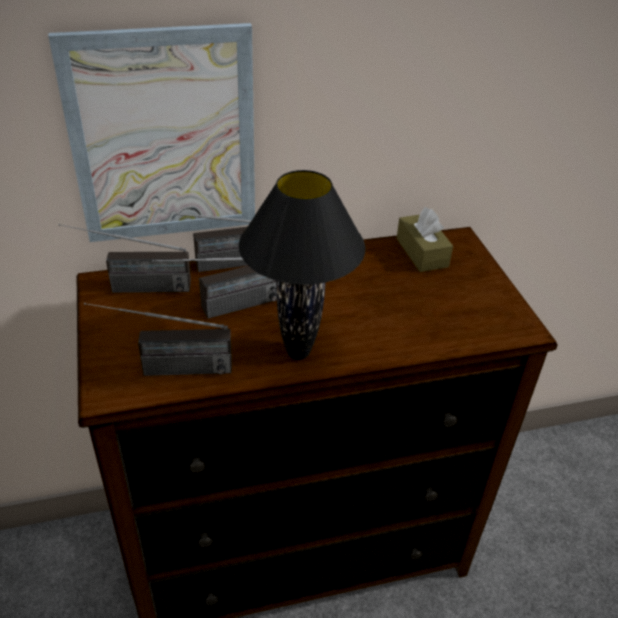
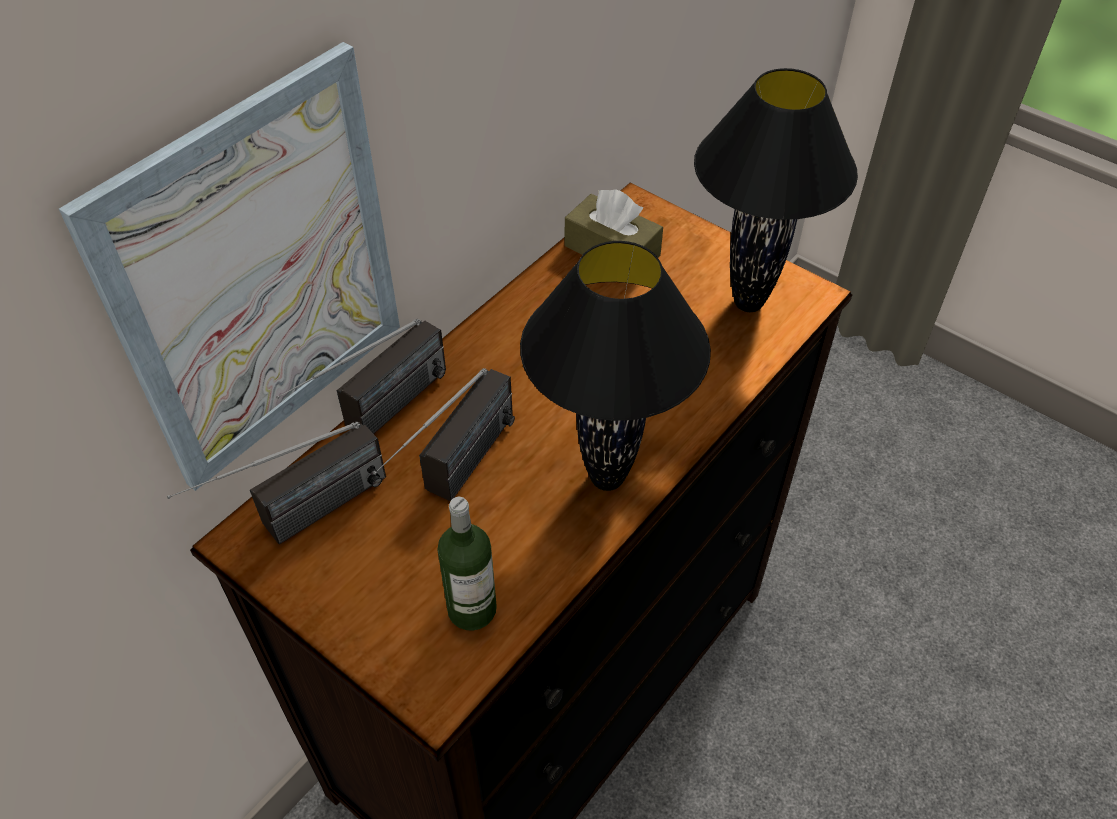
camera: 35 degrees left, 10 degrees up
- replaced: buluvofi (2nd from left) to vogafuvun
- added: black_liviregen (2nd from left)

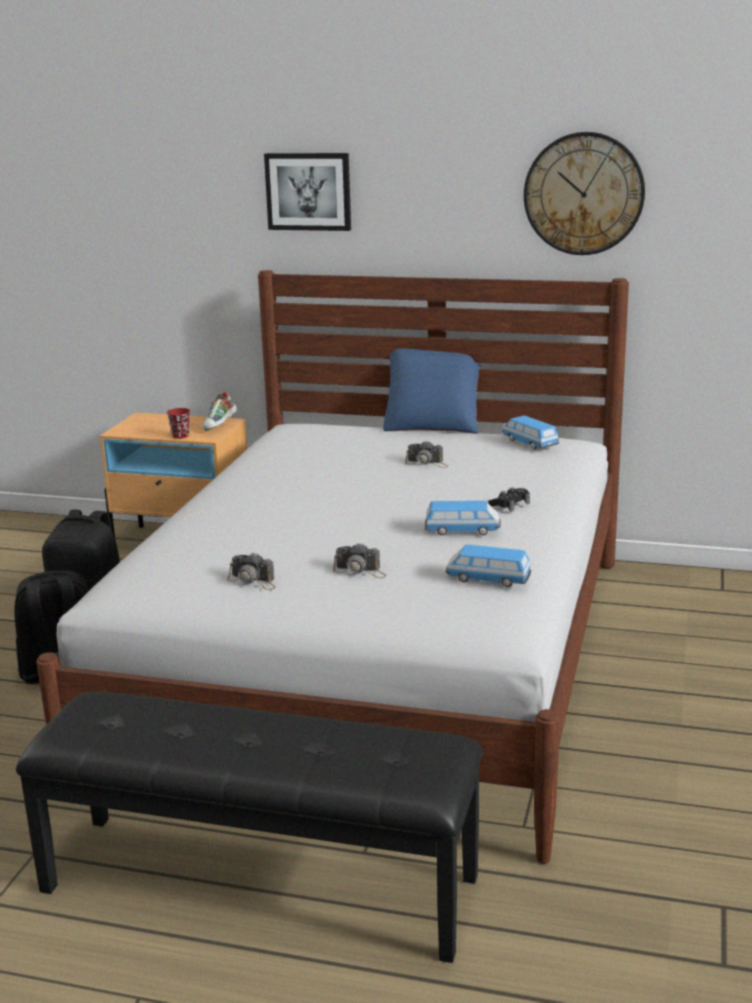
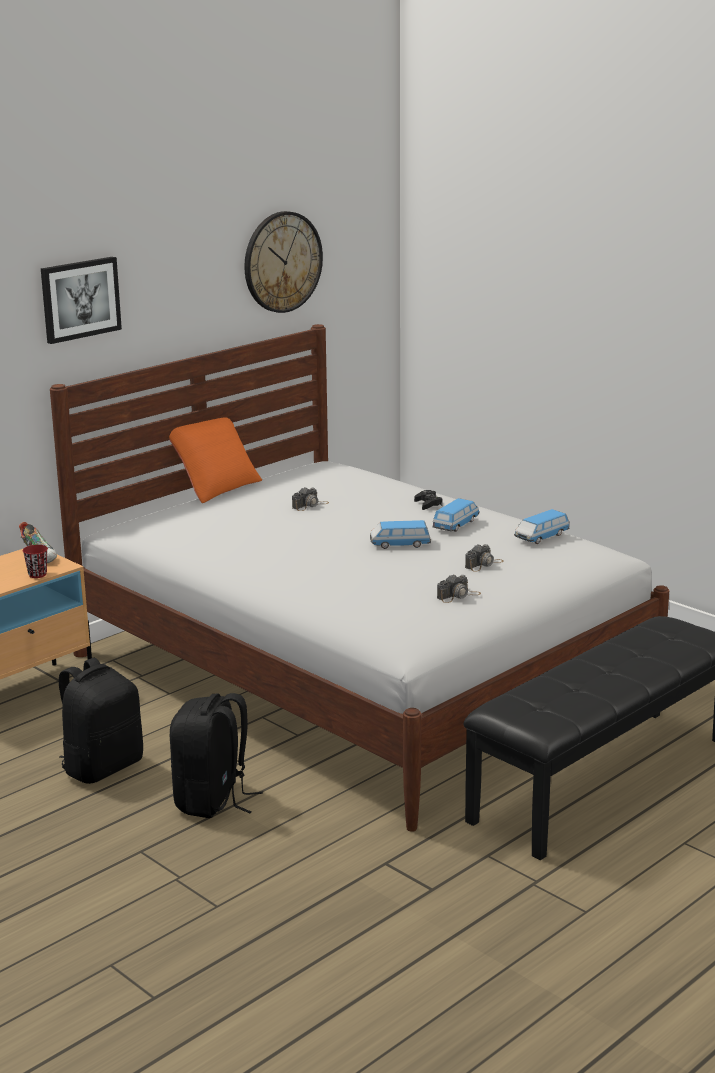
camera: 60 degrees left, 0 degrees up
- recoloured: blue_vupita to orange_vupita
- moved: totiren (3rd from left in the first image) to totiren (1st from left)

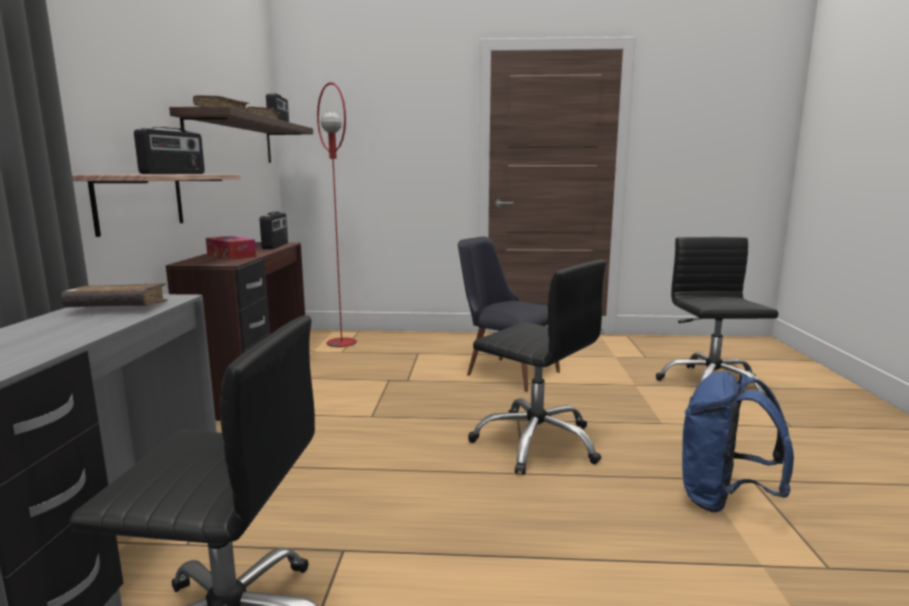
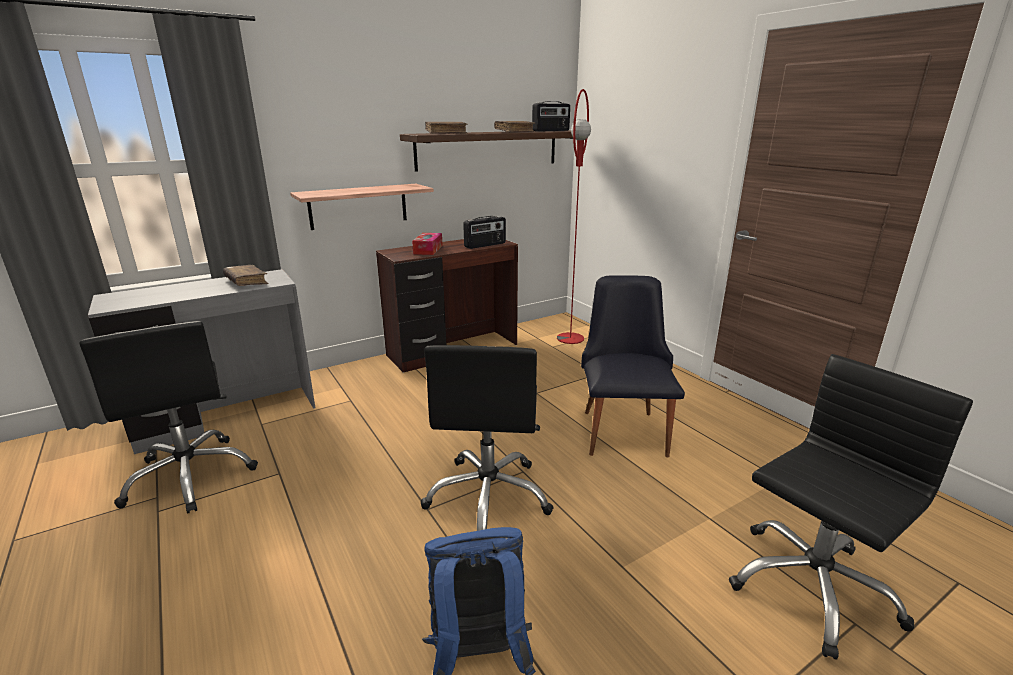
camera: 55 degrees right, 10 degrees up
- removed: buluvofi (1st from left)

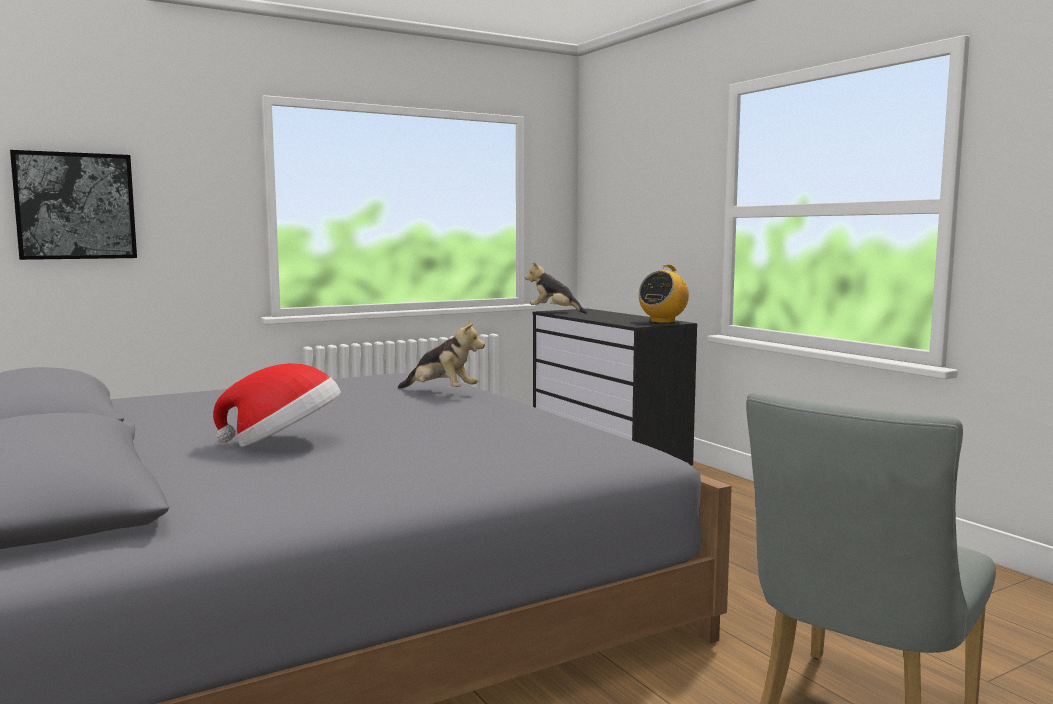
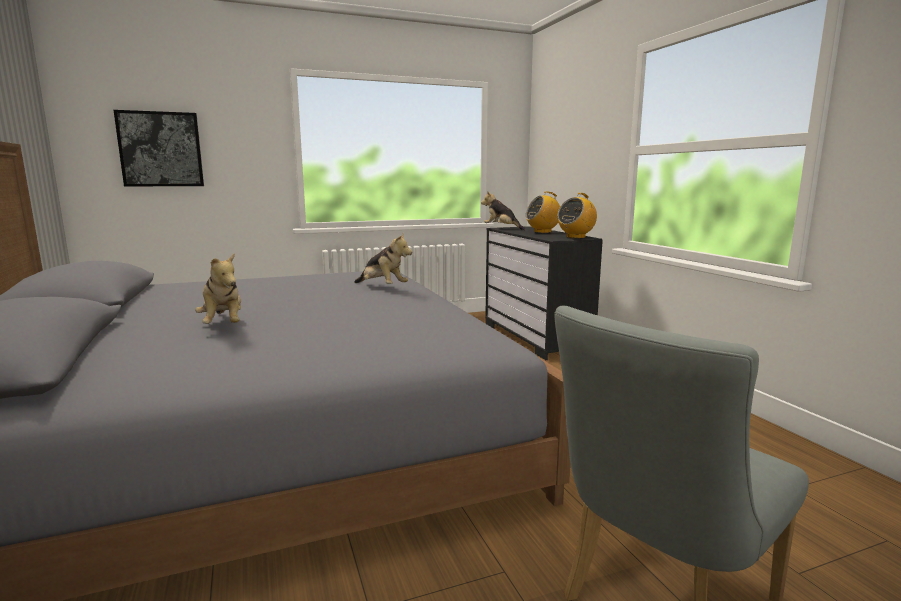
camera: 10 degrees right, 5 degrees up
- replaced: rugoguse to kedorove (1st from left)
- added: buluvofi (1st from left)

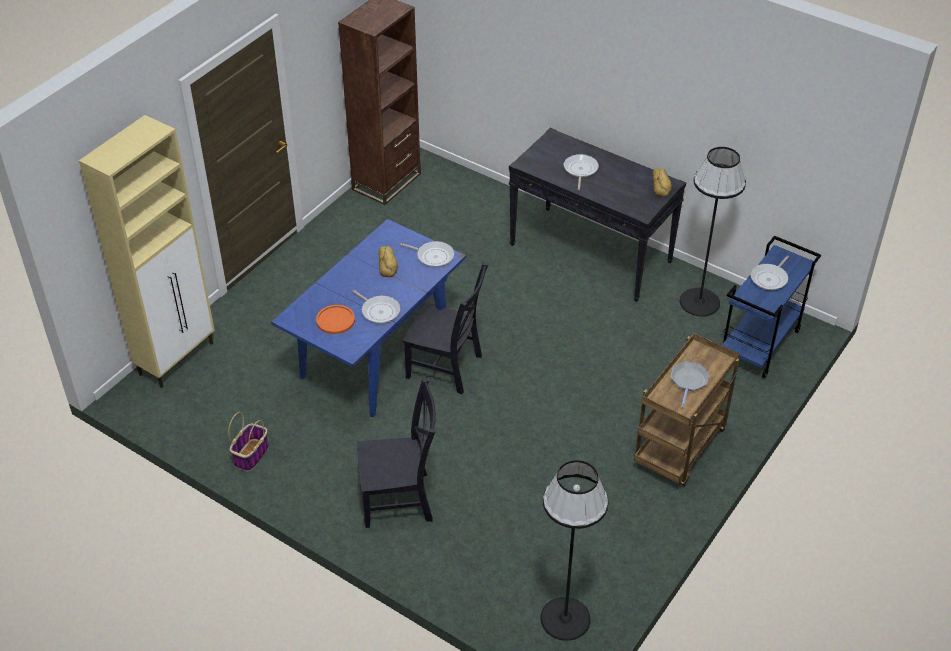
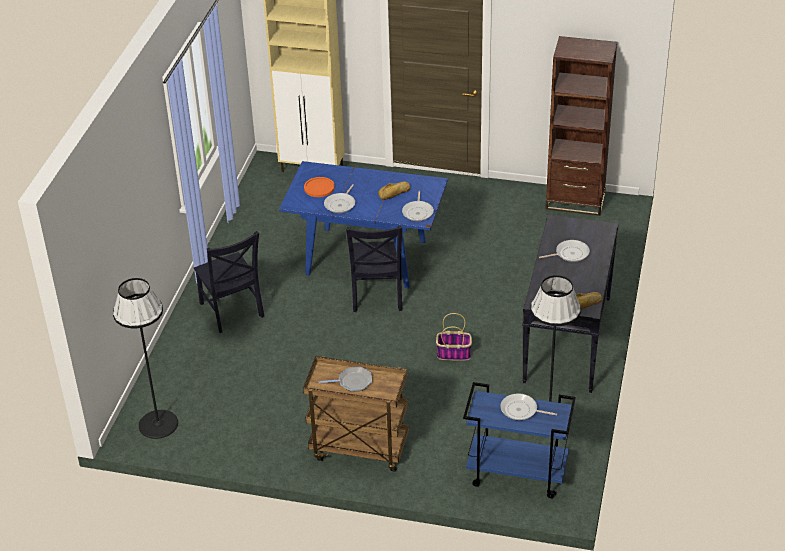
camera: 70 degrees right, 5 degrees down
- moved: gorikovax

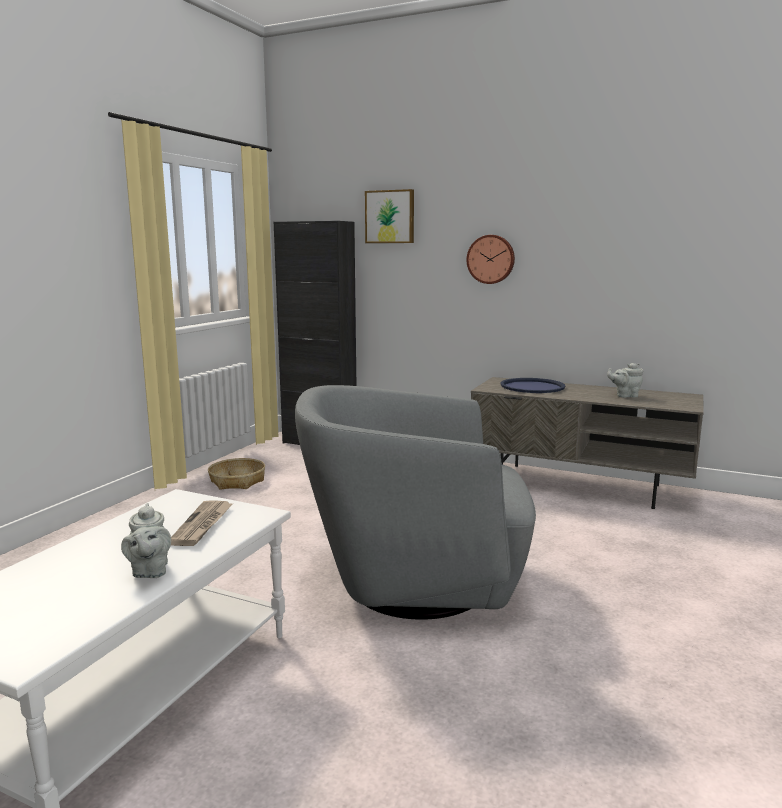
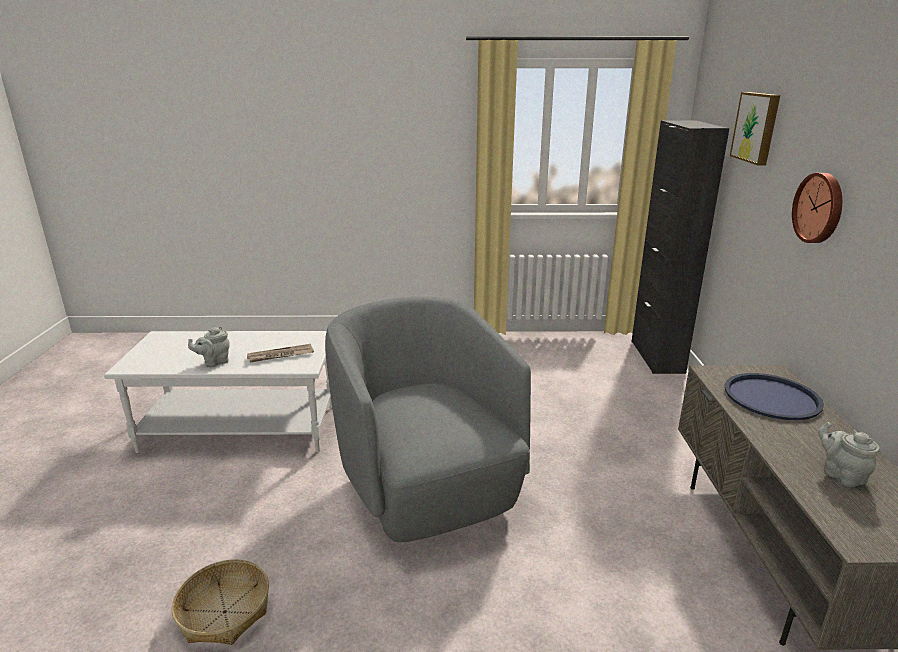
camera: 65 degrees right, 10 degrees up
- moved: gorikovax

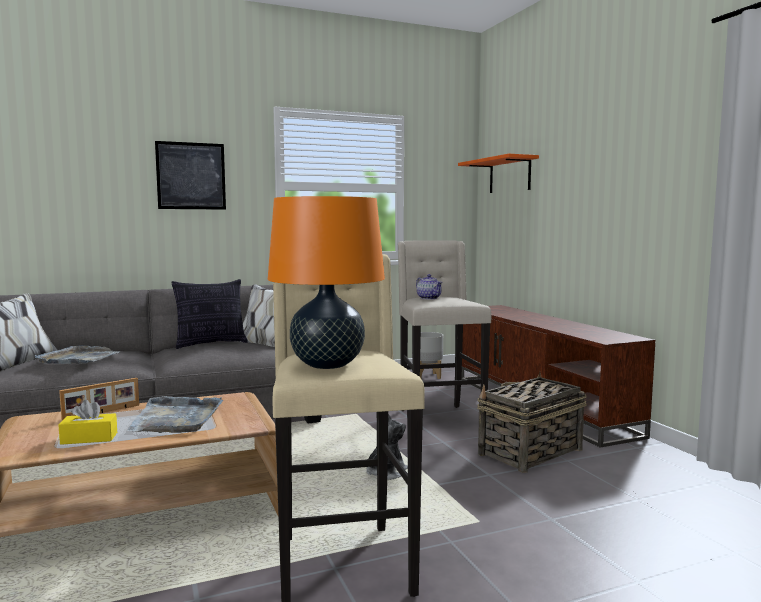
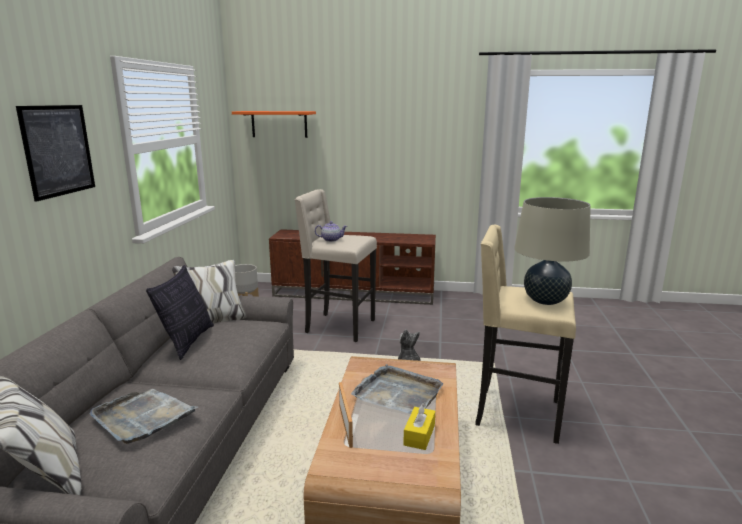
camera: 60 degrees left, 10 degrees up
- recoloured: orange_liviregen to beige_liviregen
- removed: gorikovax

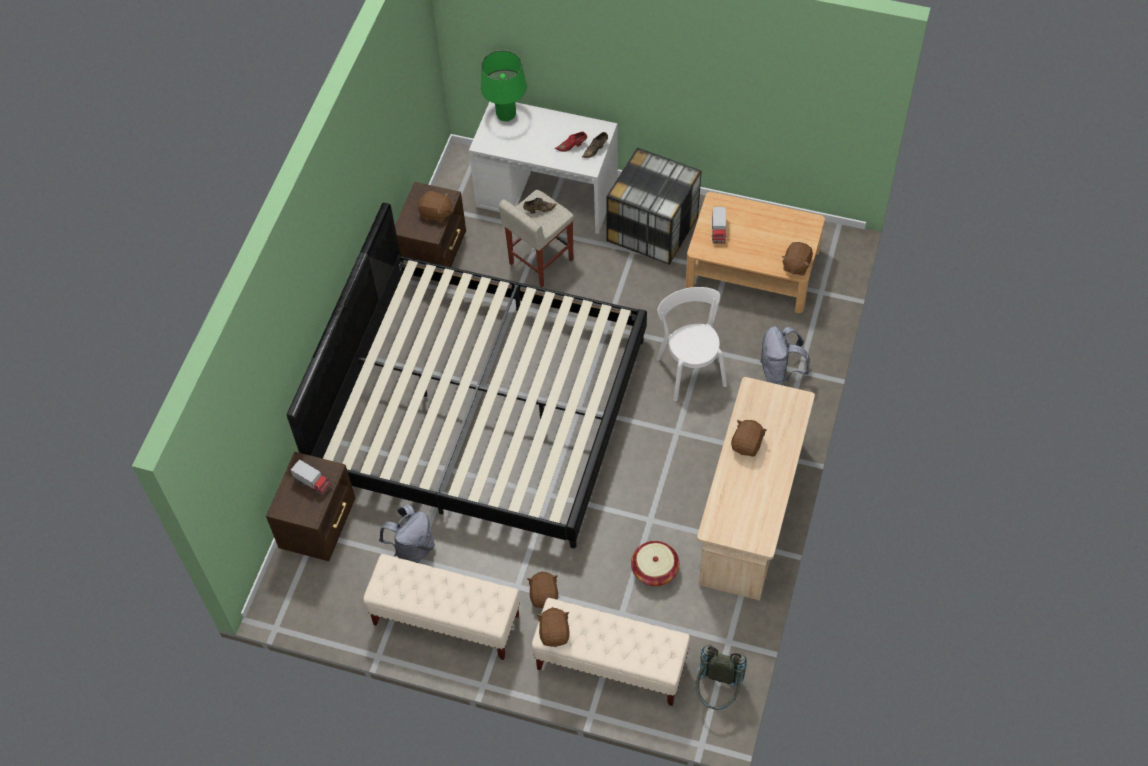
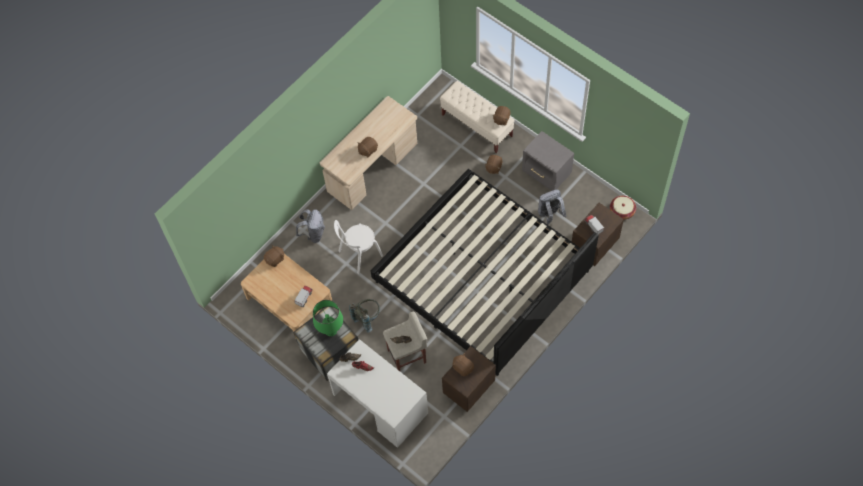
camera: 155 degrees left, 5 degrees up
- replaced: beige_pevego (1st from left) to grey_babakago
- moved: green_liviregen
- moved: gorikovax
- turned: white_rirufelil 45 degrees clockwise
- moved: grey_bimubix (2nd from left)

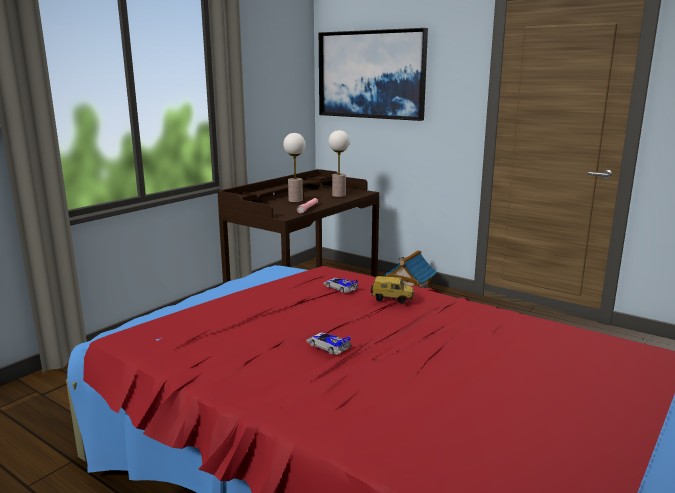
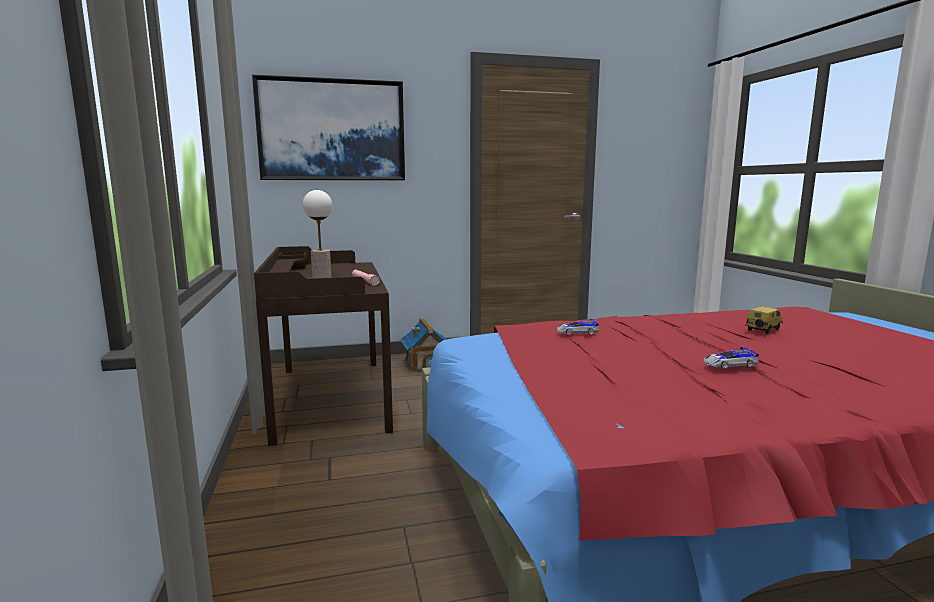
camera: 50 degrees left, 5 degrees down
- removed: liviregen (2nd from left)
- moved: totiren (3rd from left)

